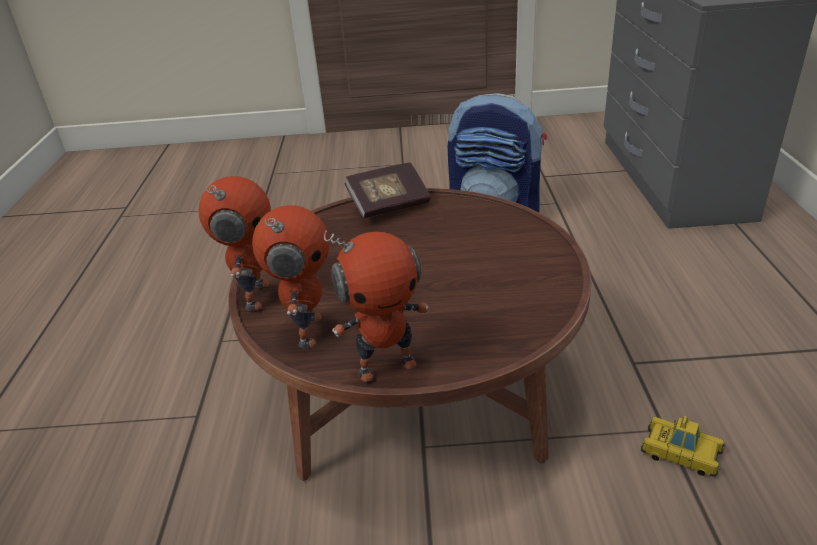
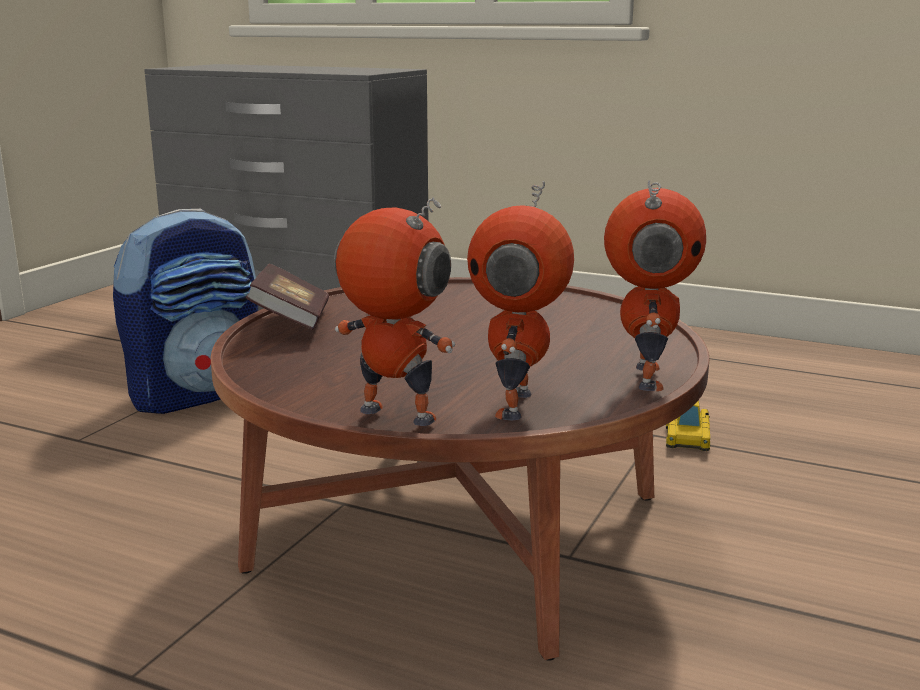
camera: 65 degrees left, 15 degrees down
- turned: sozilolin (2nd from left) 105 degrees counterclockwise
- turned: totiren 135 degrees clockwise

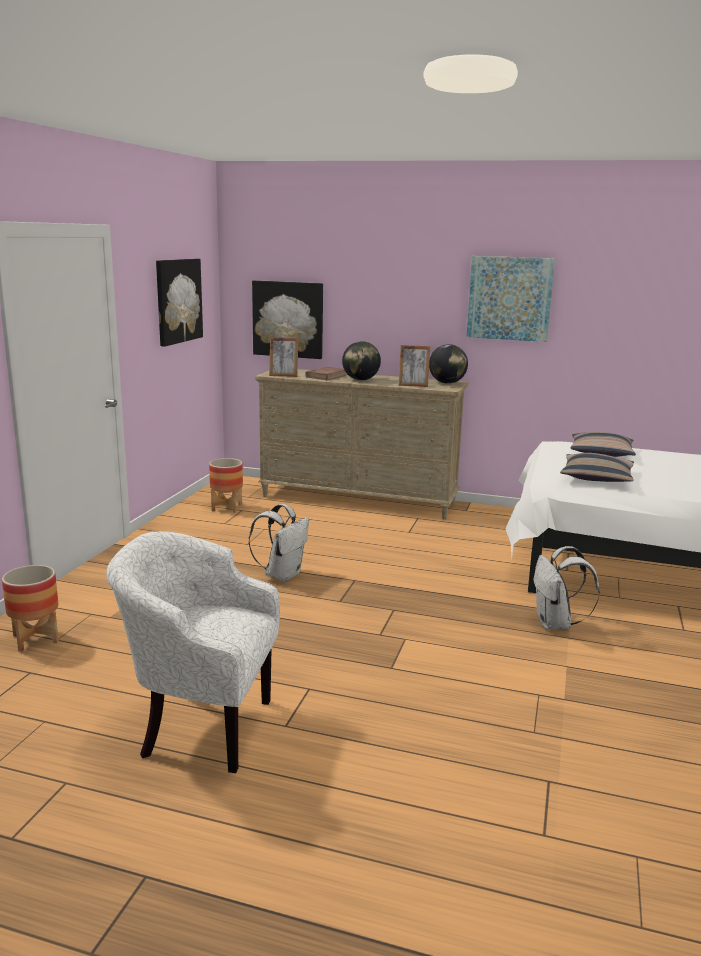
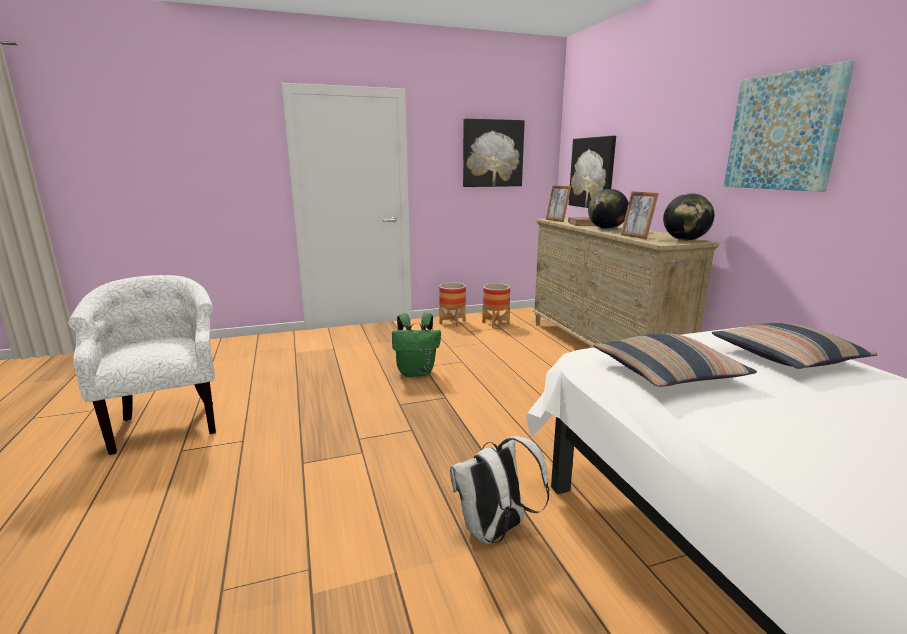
camera: 55 degrees right, 0 degrees up
- moved: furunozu (1st from left)
- recoloured: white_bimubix (1st from left) to green_bimubix

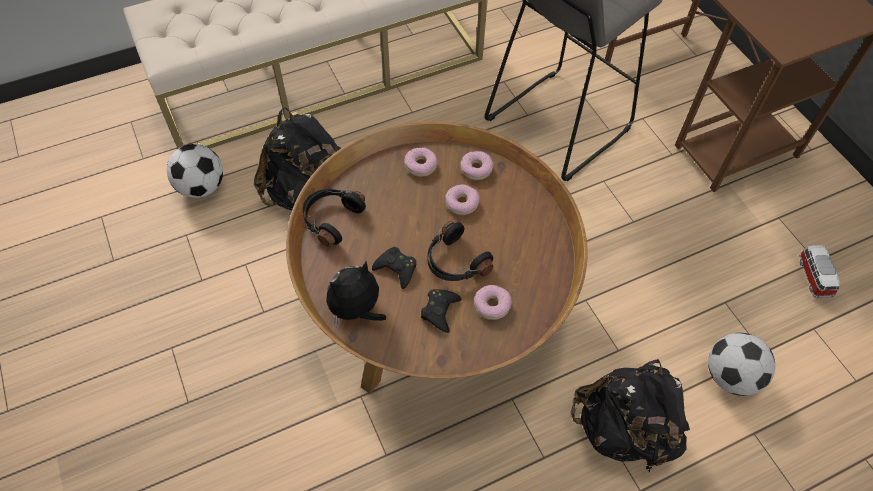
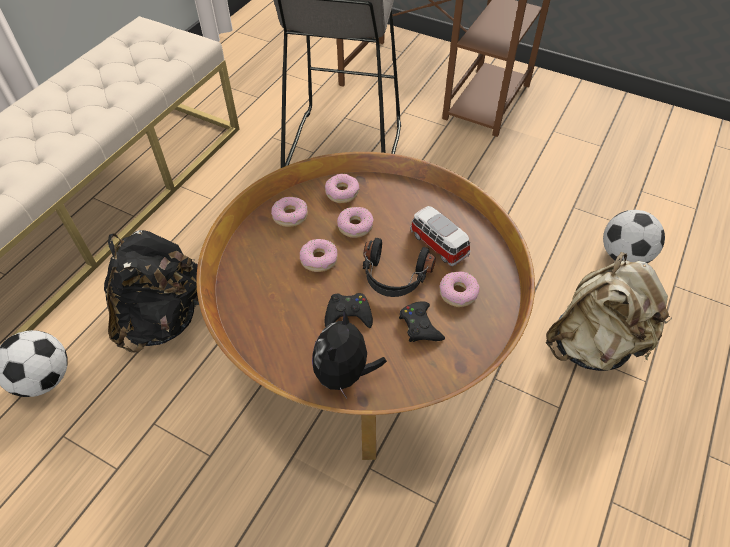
camera: 35 degrees left, 5 degrees down
- removed: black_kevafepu (1st from left)
- recoloured: black_bimubix (2nd from left) to beige_bimubix
- moved: totiren
- added: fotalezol (2nd from left)

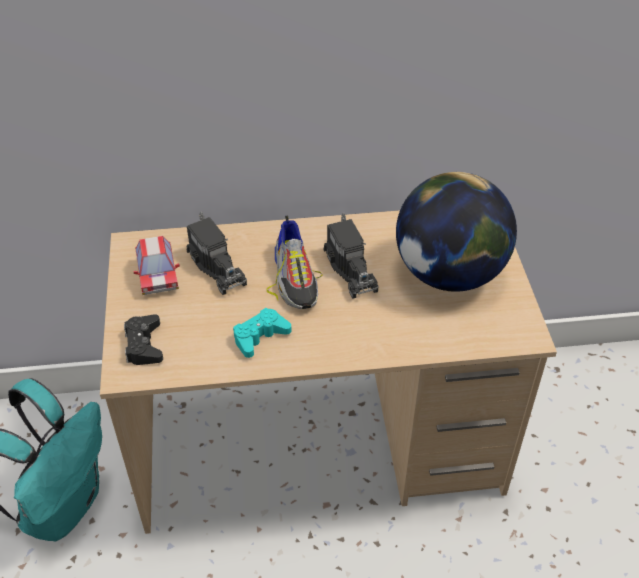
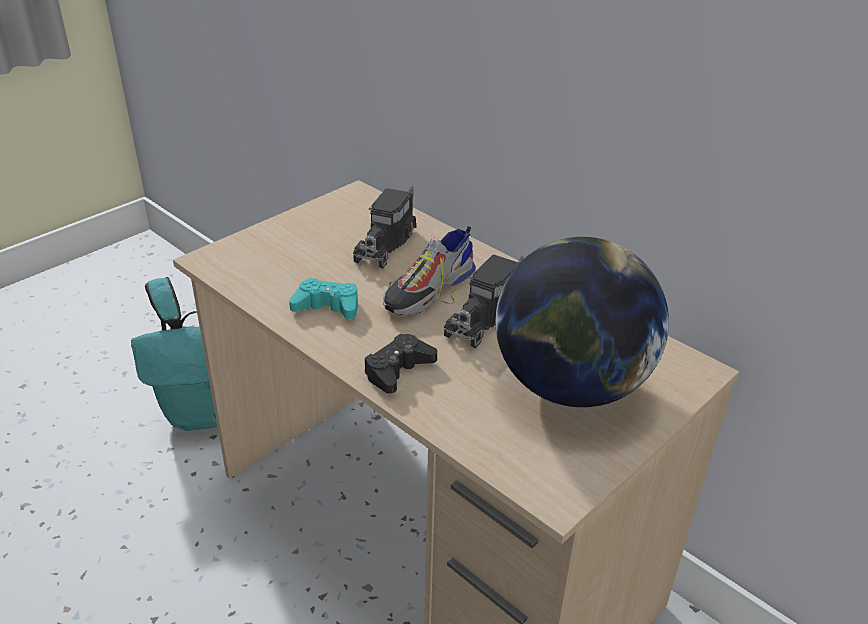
camera: 50 degrees right, 10 degrees down
- moved: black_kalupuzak
- removed: totiren

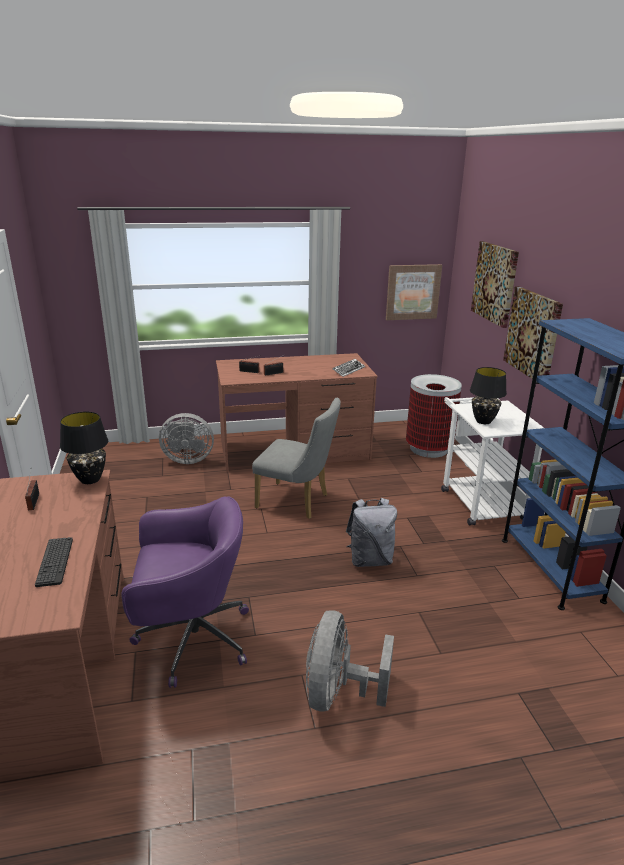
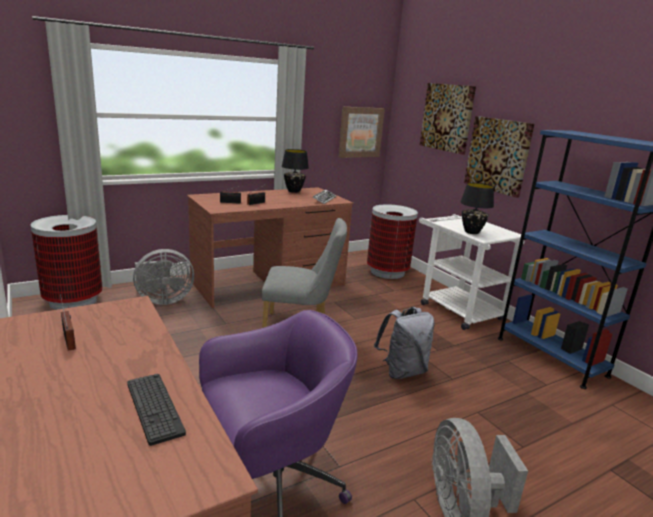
camera: 20 degrees left, 5 degrees down
- moved: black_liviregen (1st from left)
- added: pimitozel (1st from left)

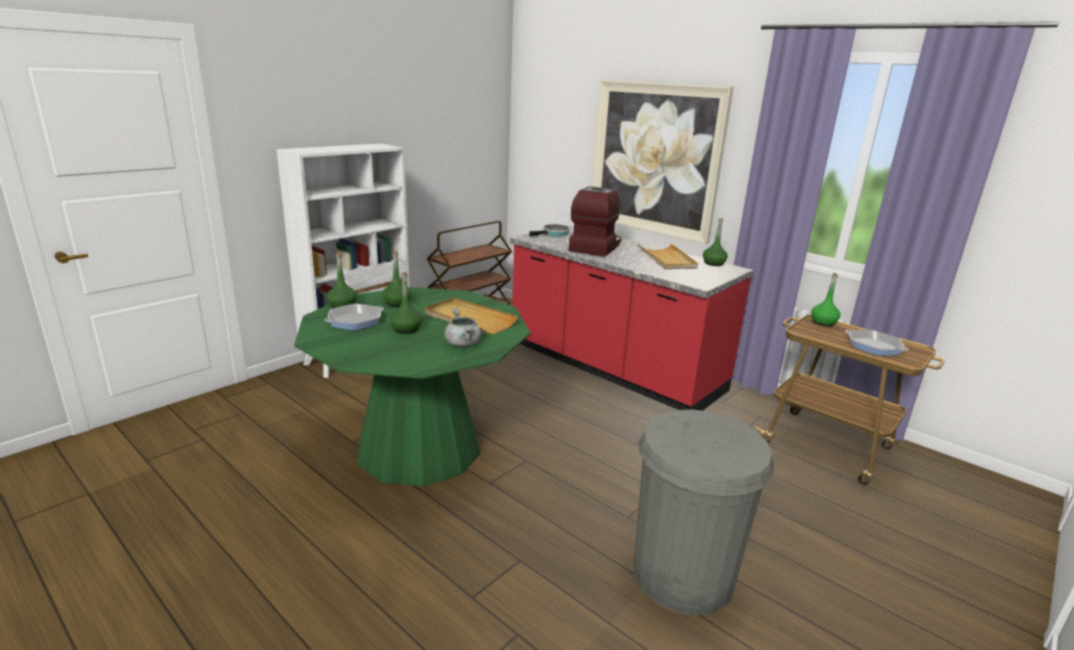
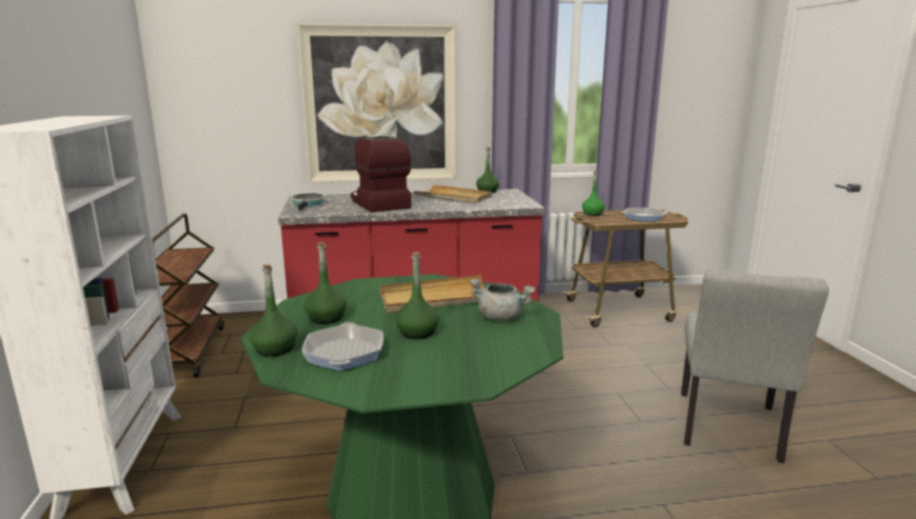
camera: 50 degrees left, 5 degrees down
- replaced: grey_pimitozel to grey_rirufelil

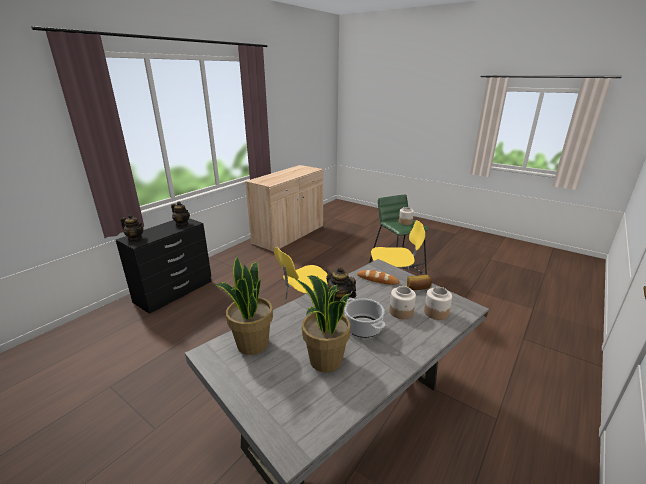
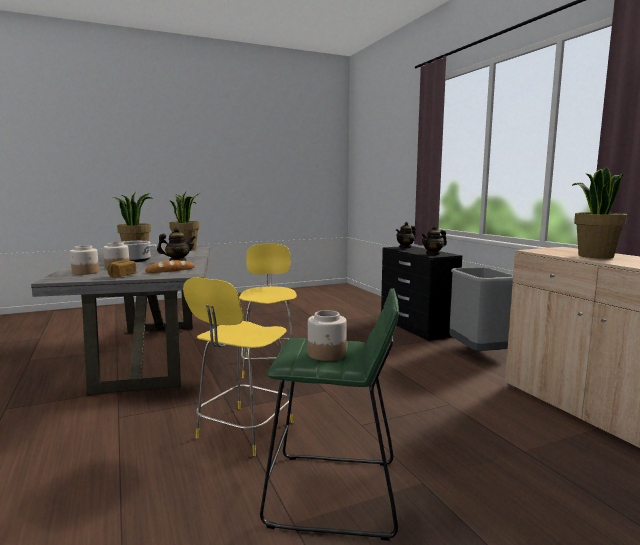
camera: 120 degrees right, 15 degrees down
- added: grey_pimitozel
- added: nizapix (3rd from left)

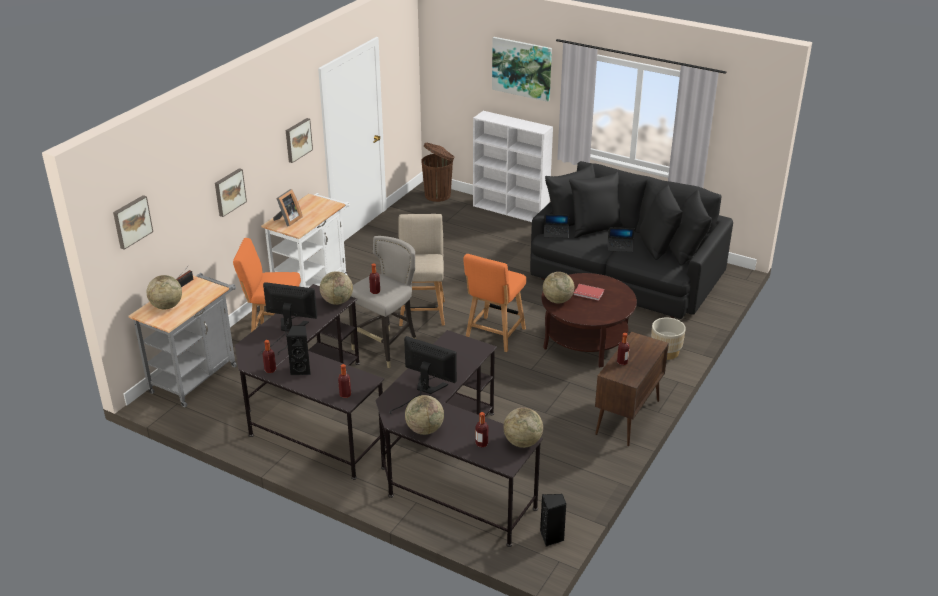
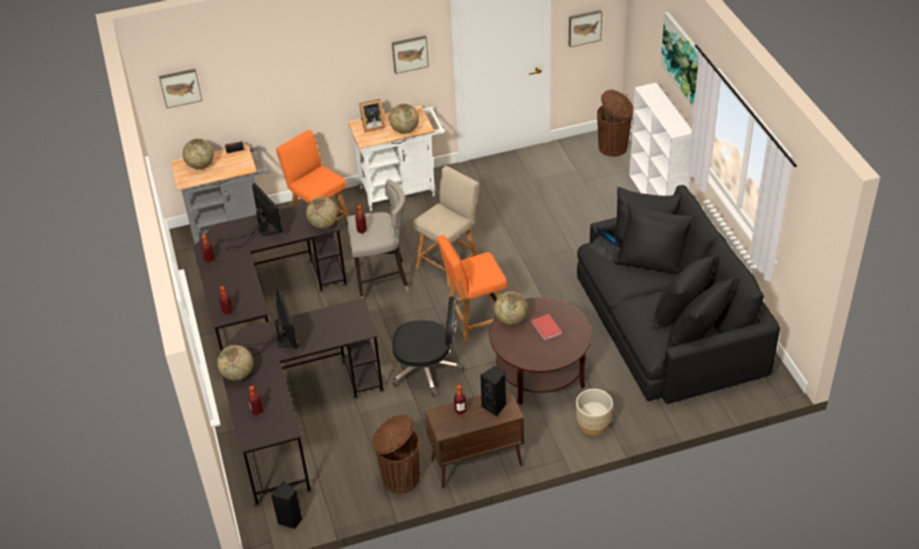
camera: 45 degrees right, 10 degrees up
- moved: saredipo (2nd from left in the first image) to saredipo (3rd from left)
- moved: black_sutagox (1st from left in the first image) to black_sutagox (2nd from left)
- moved: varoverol (4th from left)
- removed: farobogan (2nd from left)
- added: brown_pimitozel (1st from left)
- added: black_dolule

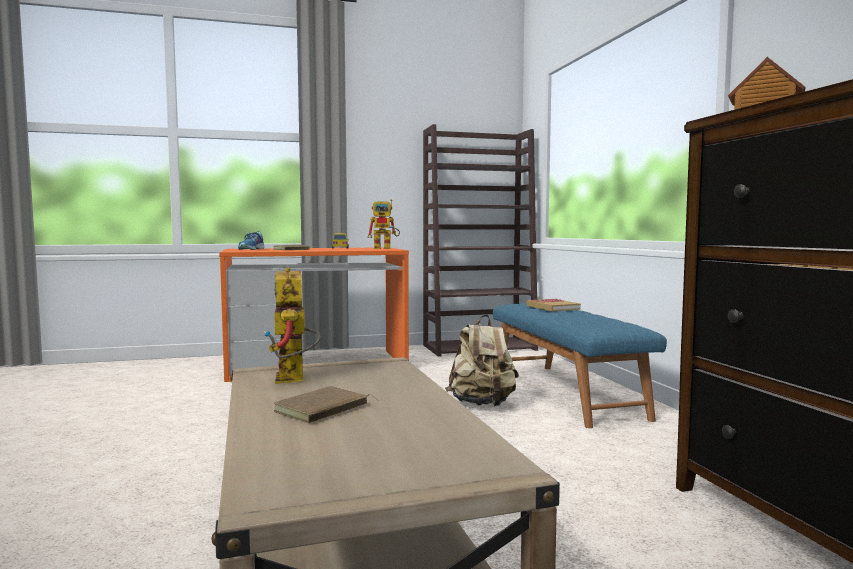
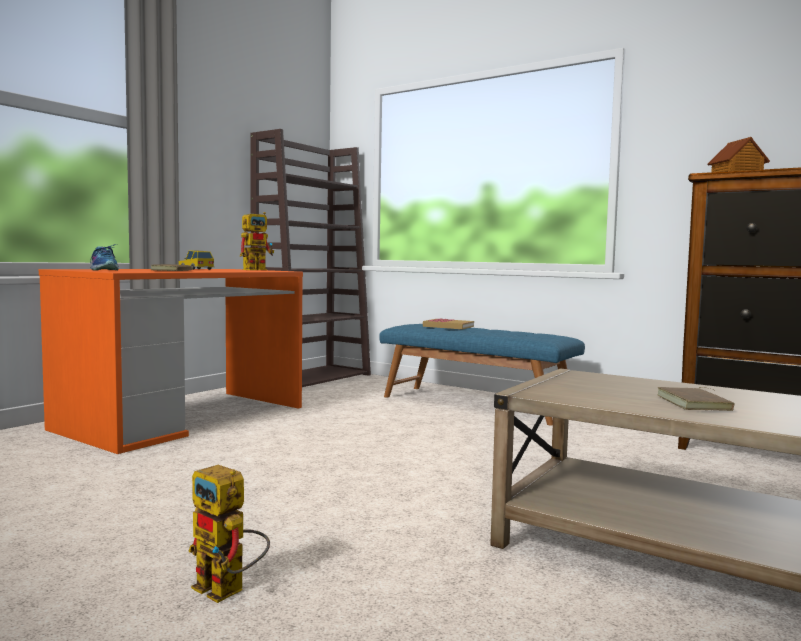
camera: 40 degrees left, 0 degrees up
- moved: sozilolin (1st from left)
- removed: beige_bimubix

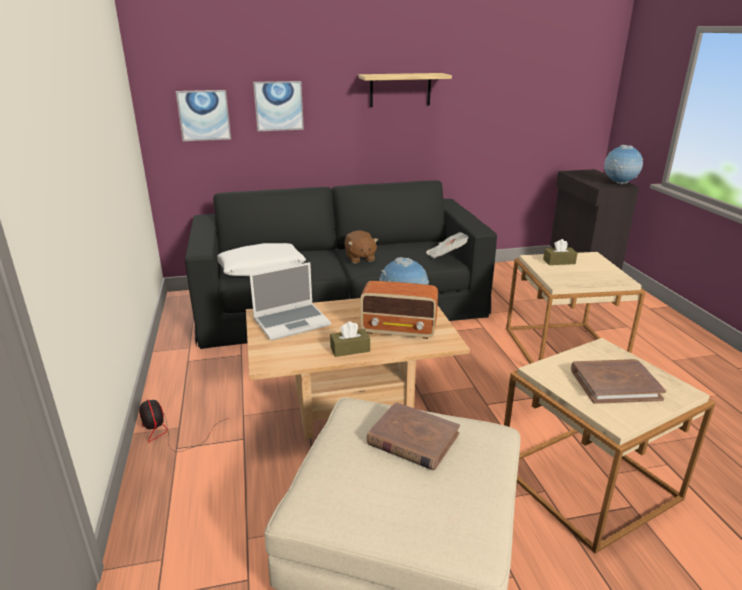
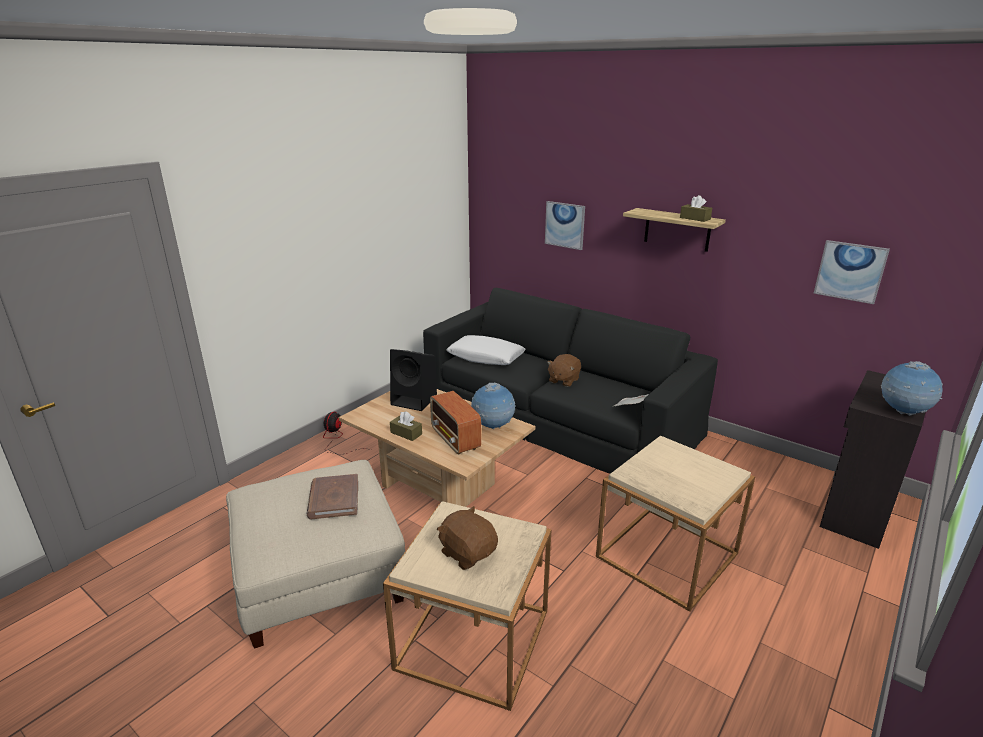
camera: 50 degrees right, 0 degrees up
- moved: saredipo (1st from left in the first image) to saredipo (2nd from left)
- replaced: farobogan to black_sutagox
- moved: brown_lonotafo (2nd from left)
- replaced: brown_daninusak (2nd from left) to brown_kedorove (1st from left)

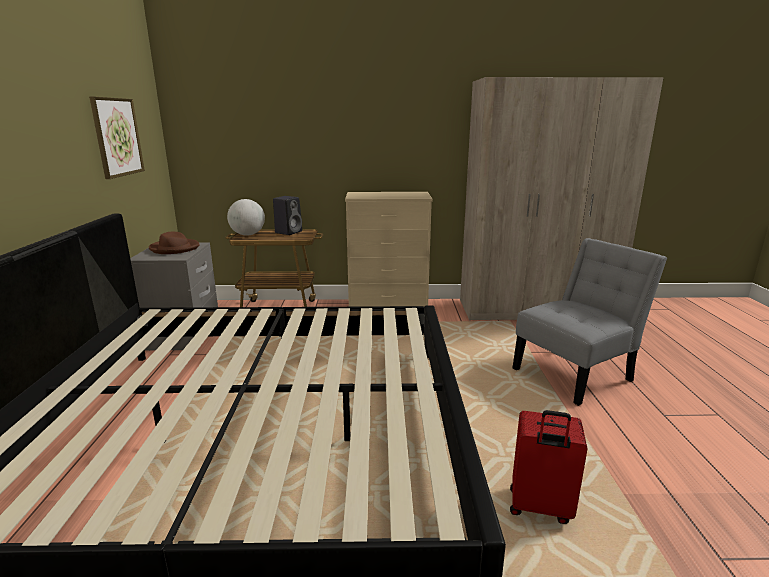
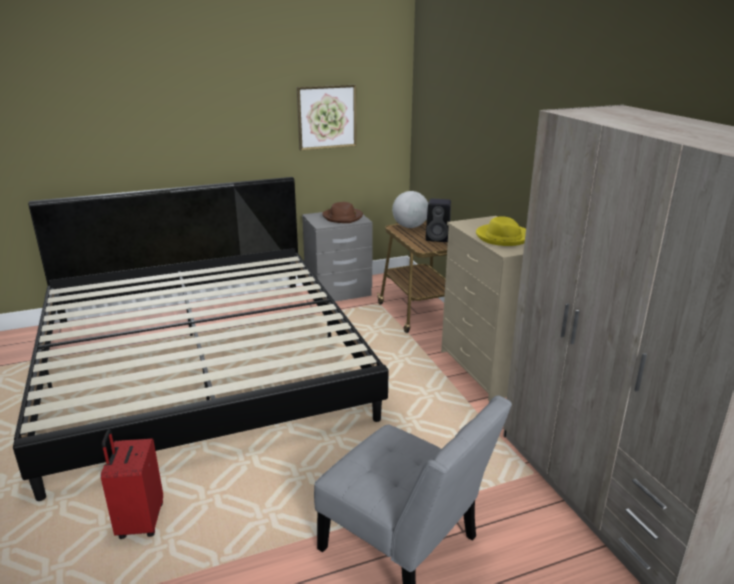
camera: 70 degrees right, 5 degrees up
- added: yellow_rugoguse

